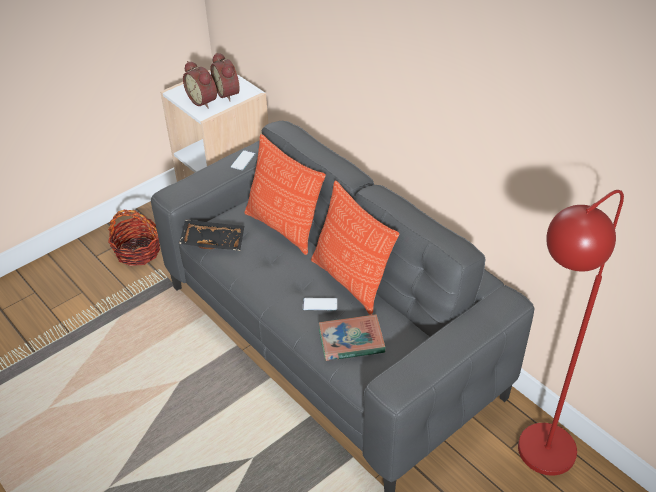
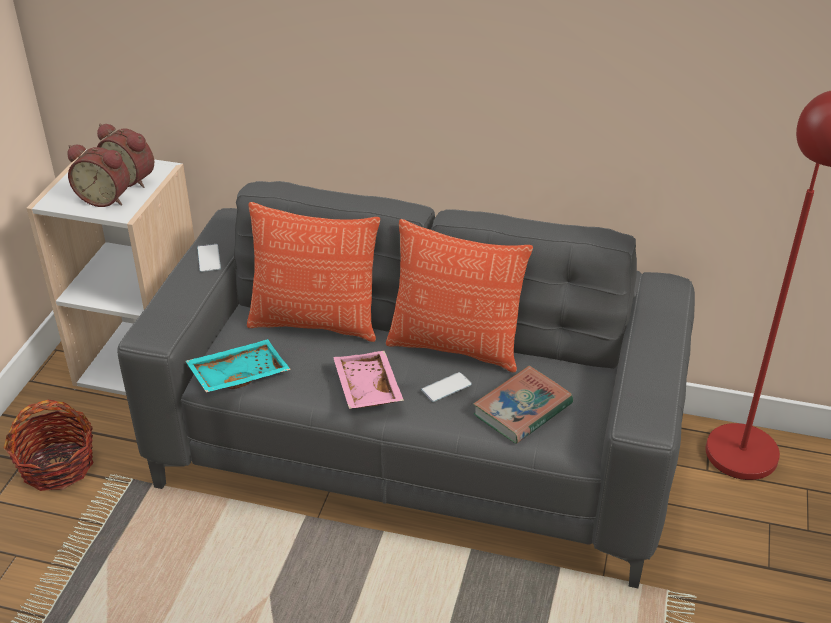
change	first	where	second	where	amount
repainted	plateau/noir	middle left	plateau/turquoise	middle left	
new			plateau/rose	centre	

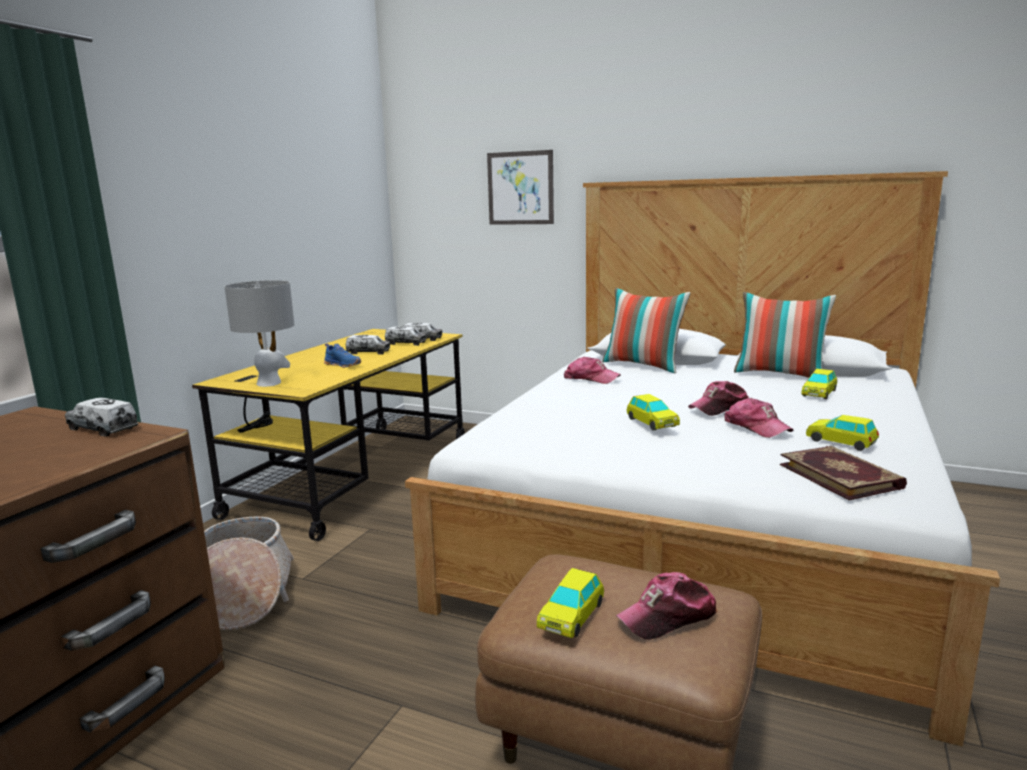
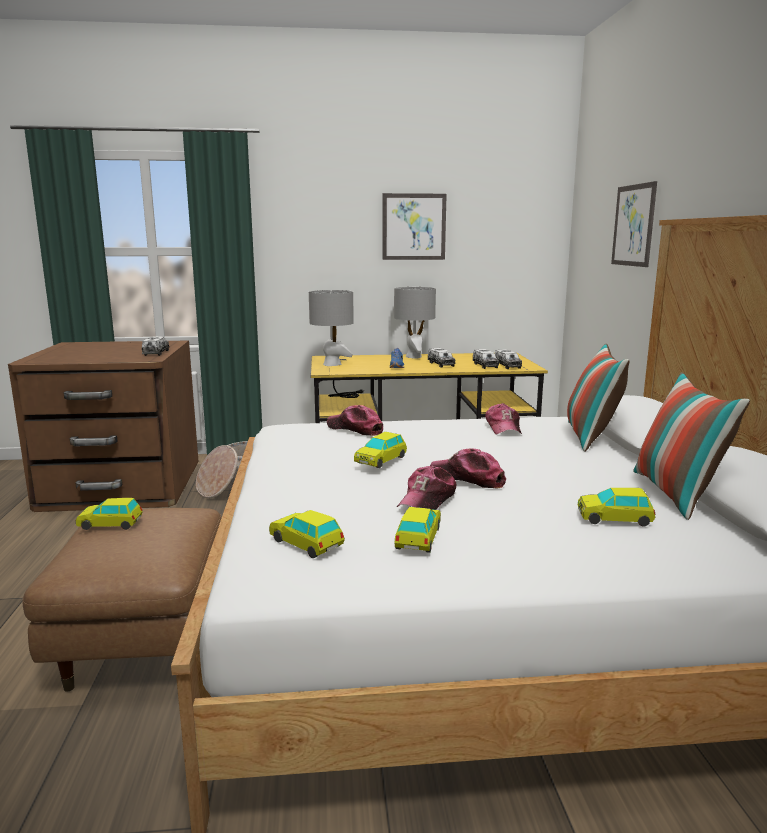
change	first	where	second	where	amount
swapped	livre	middle right	petite voiture (no. 2 from left)	centre	
shifted	casquette (no. 2 from left in the first image)	bottom centre	casquette (no. 1 from left)	centre	
new			tableau (no. 1 from left)	top centre	
new			lampe de table/gris (no. 2 from left)	centre	

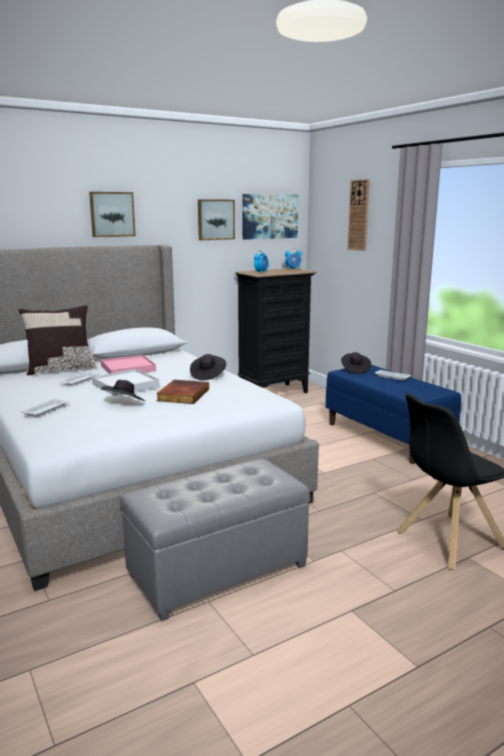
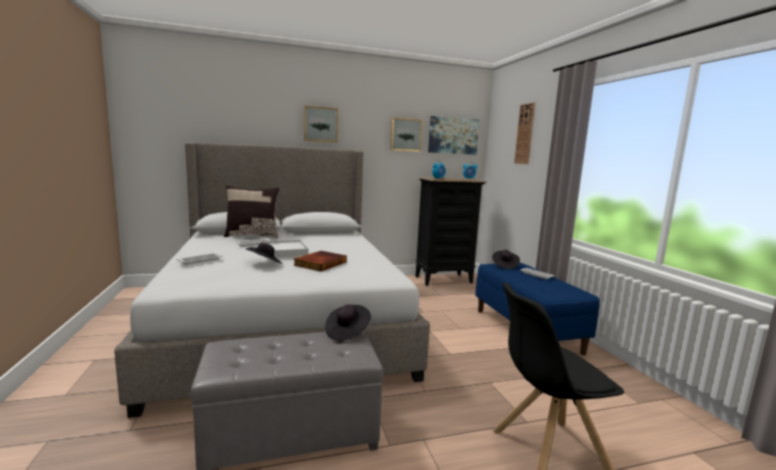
change	first	where	second	where	amount
shifted	chapeau/noir (no. 2 from left)	centre		bottom centre	
gone	plateau/rose	middle left			

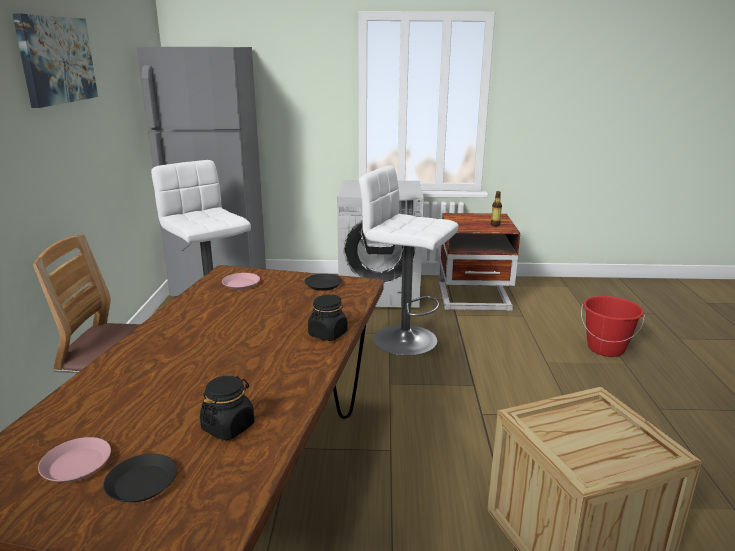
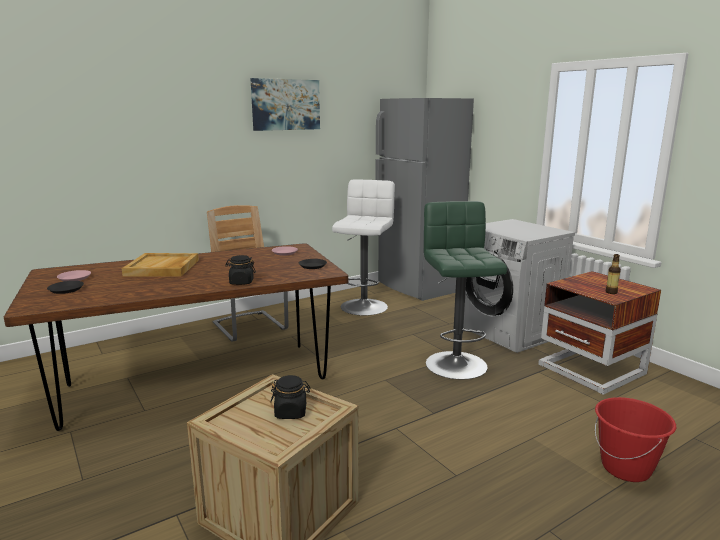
change	first	where	second	where	amount
new			plateau/beige	middle left	
shifted	bocal/noir (no. 1 from left in the first image)	bottom left	bocal/noir (no. 2 from left)	bottom centre	
repainted	tabouret/blanc (no. 2 from left)	centre	tabouret/vert	centre	

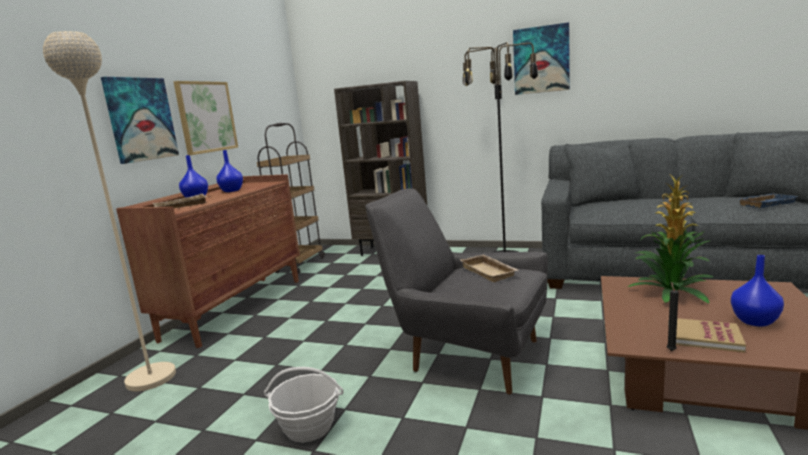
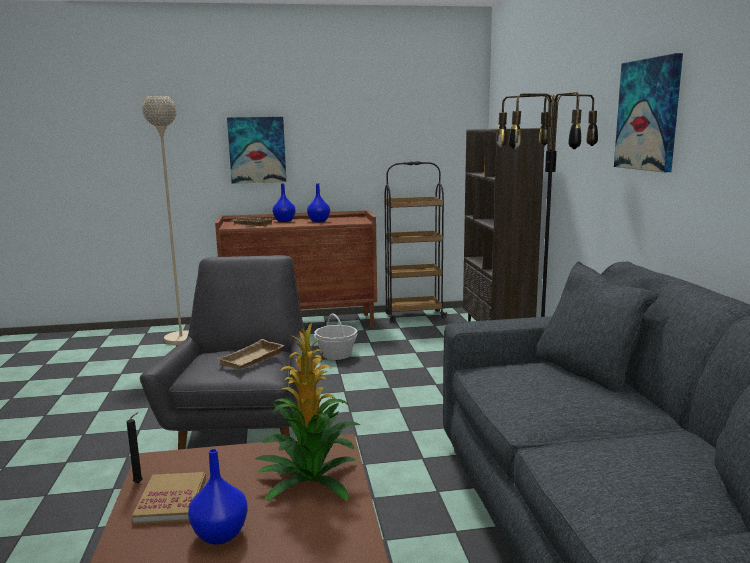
change	first	where	second	where	amount
shifted	panier	bottom centre		centre	
gone	tableau (no. 2 from left)	top left			
gone	plateau/bleu	middle right			

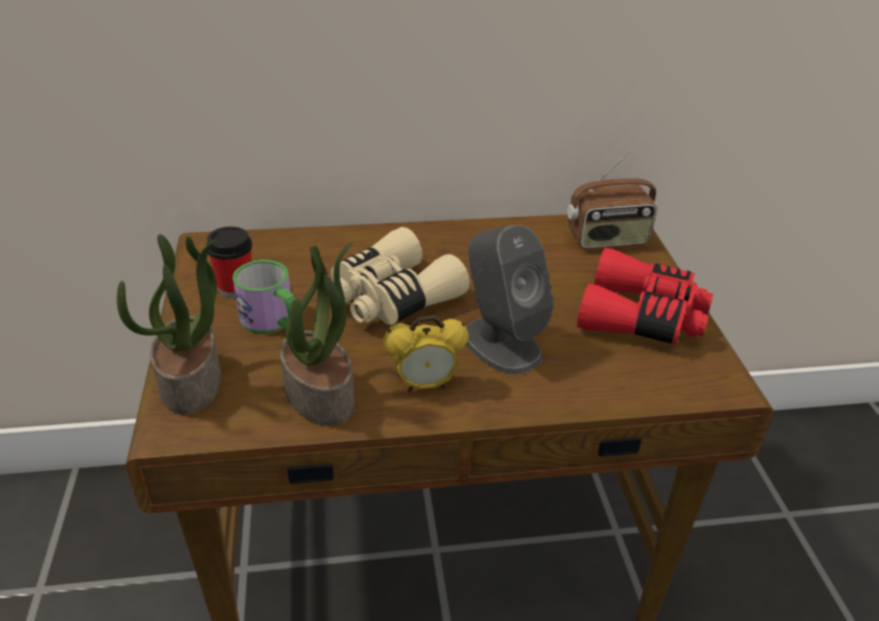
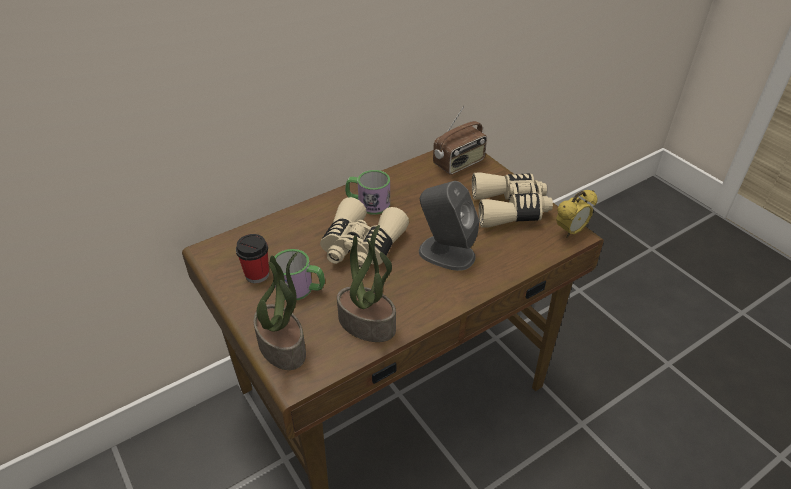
change	first	where	second	where	amount
new			mug (no. 2 from left)	centre	
repainted	jumelles/rouge	middle right	jumelles/beige (no. 2 from left)	centre	
shifted	réveil	centre		middle right	

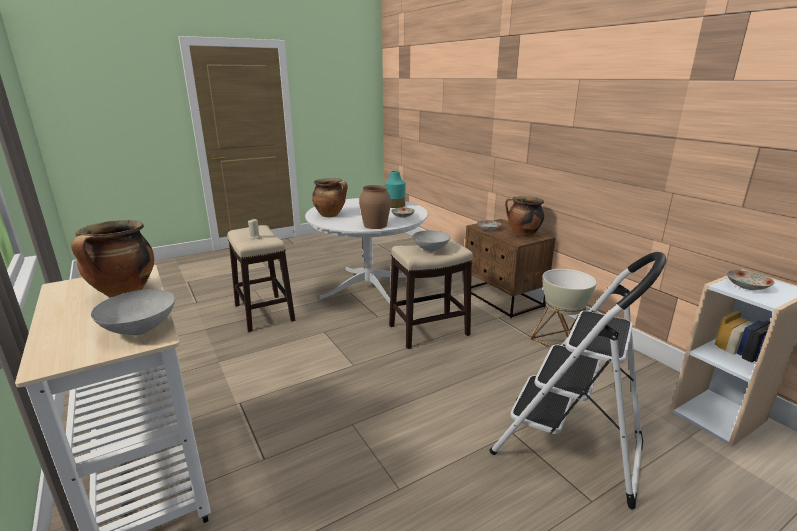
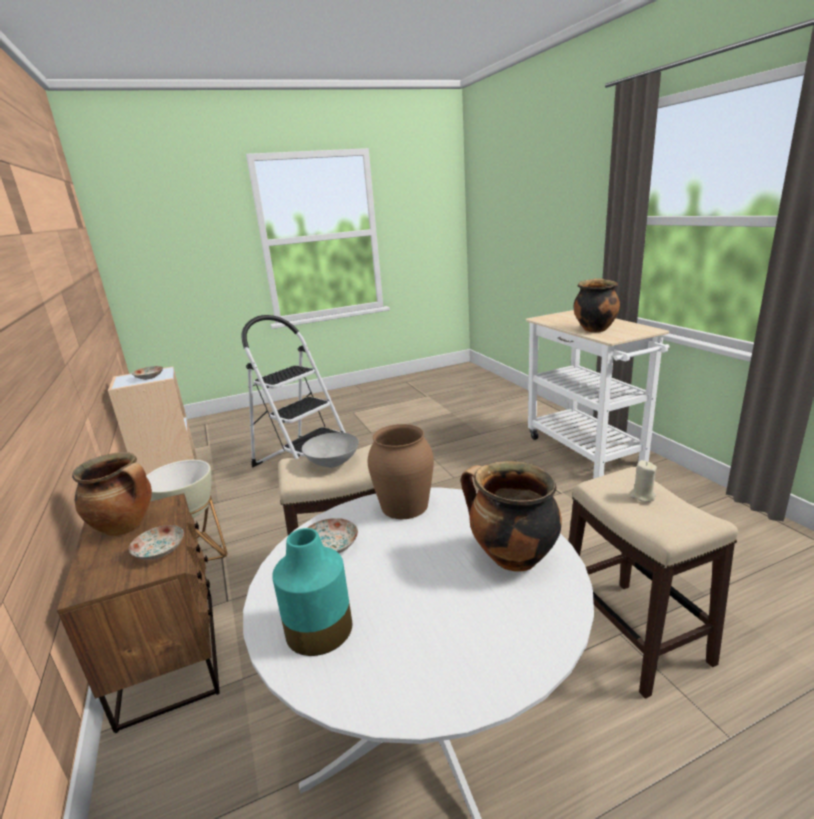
change	first	where	second	where	amount
gone	bol/gris (no. 1 from left)	middle left			

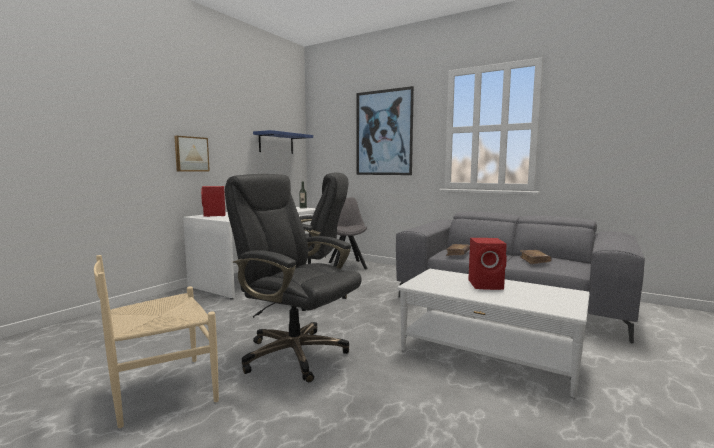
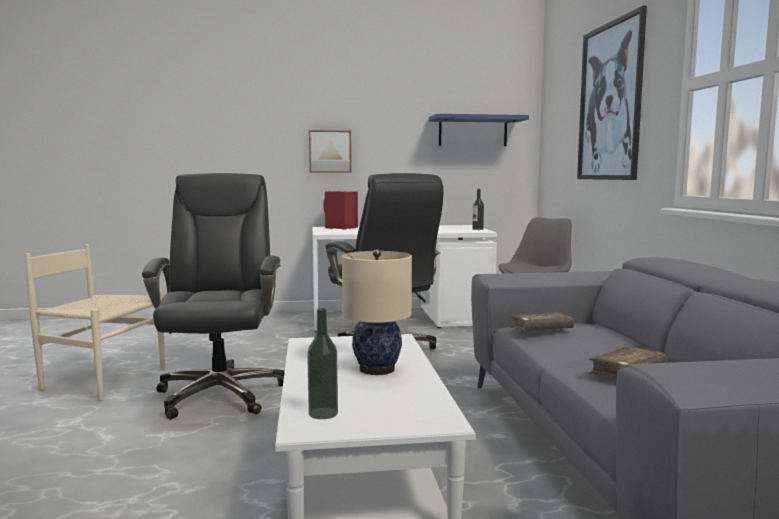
change	first	where	second	where	amount
new			bouteille (no. 1 from left)	bottom centre	
swapped	enceinte/rouge (no. 2 from left)	middle right	lampe de table/beige	centre	

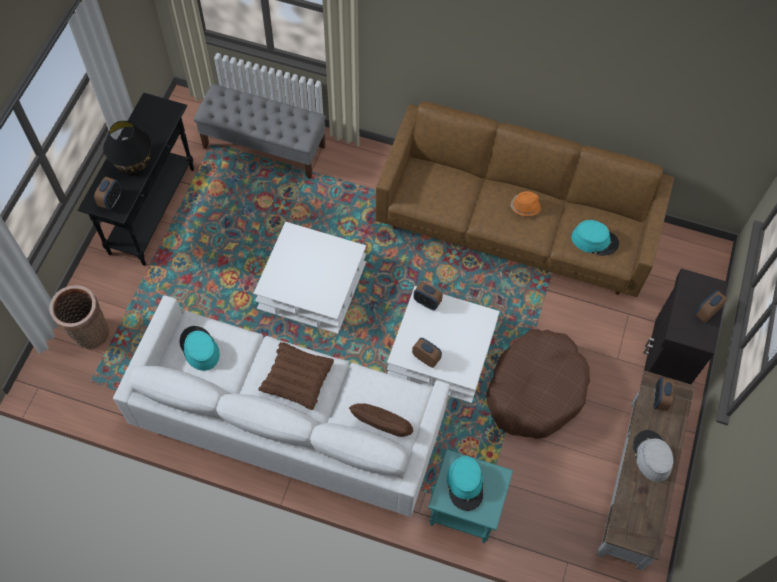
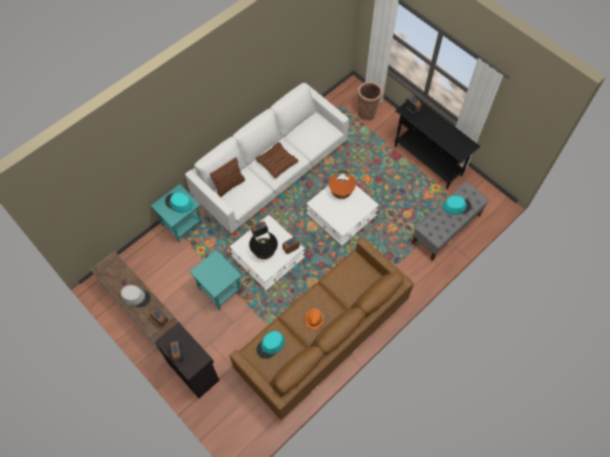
change	first	where	second	where	amount
swapped	panier pour chien/marron	middle right	table d'appoint/turquoise (no. 2 from left)	centre	
shifted	lampe de table/noir	top left		centre	
new			lampe de table/orange	centre	
shifted	chapeau/turquoise (no. 1 from left in the first image)	middle left	chapeau/turquoise (no. 3 from left)	middle right	

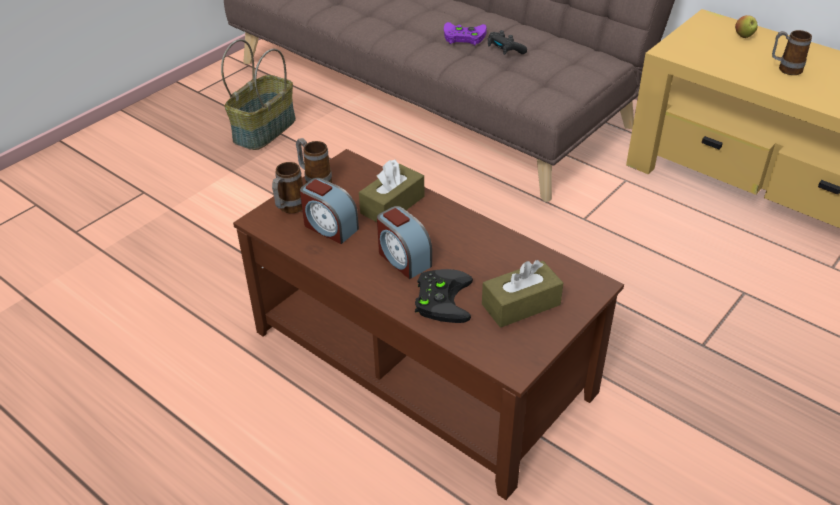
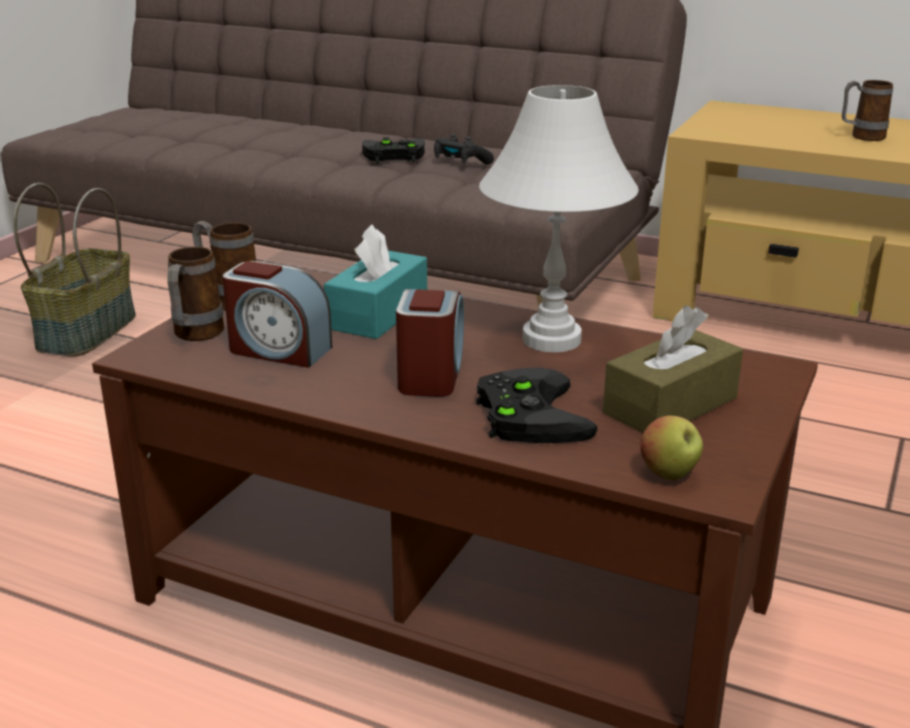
change	first	where	second	where	amount
repainted	boîte à mouchoirs/marron (no. 1 from left)	centre	boîte à mouchoirs/turquoise	centre	
repainted	manette/violet	top centre	manette/noir (no. 1 from left)	top centre	
rotated	réveil (no. 2 from left)	centre		centre	120 degrees counterclockwise
new			lampe de table/blanc	top centre	
shifted	pomme	top right		middle right	

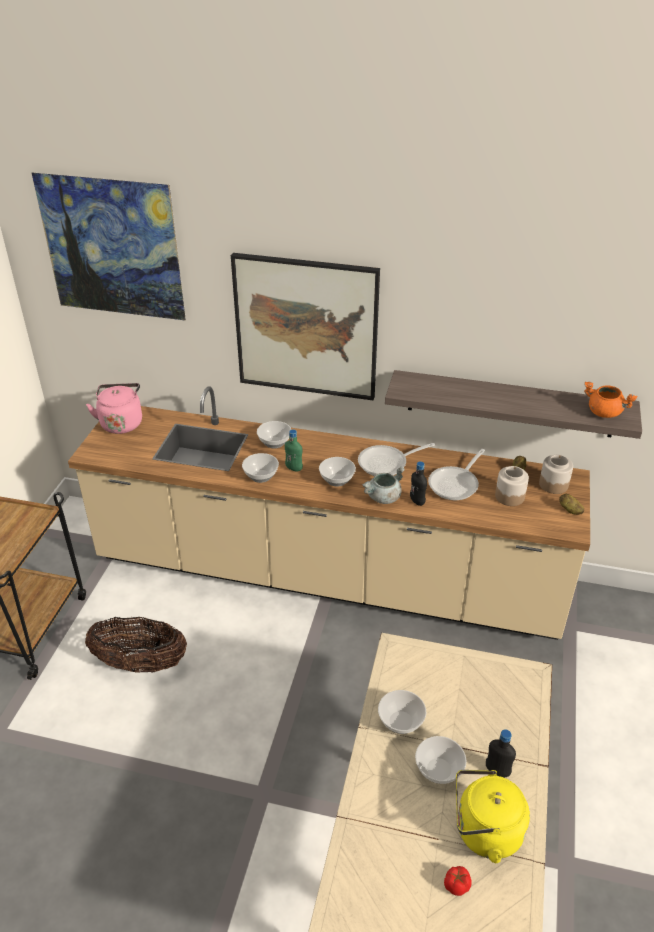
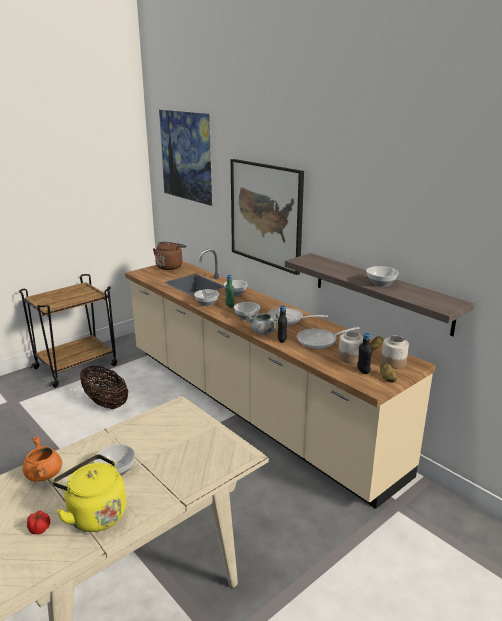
change	first	where	second	where	amount
shifted	marmite/orange	middle right		bottom left	
repainted	bouilloire/rose	middle left	bouilloire/marron	centre	
shifted	bouteille/noir (no. 2 from left)	bottom right		middle right	
shifted	bol (no. 4 from left in the first image)	bottom centre	bol (no. 5 from left)	middle right	

